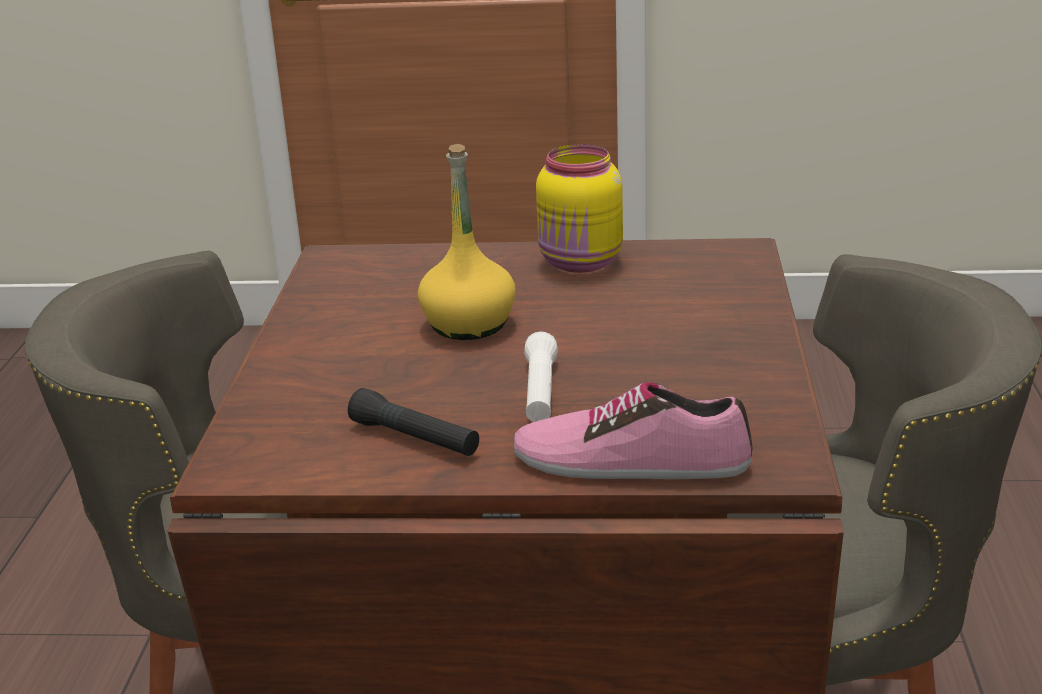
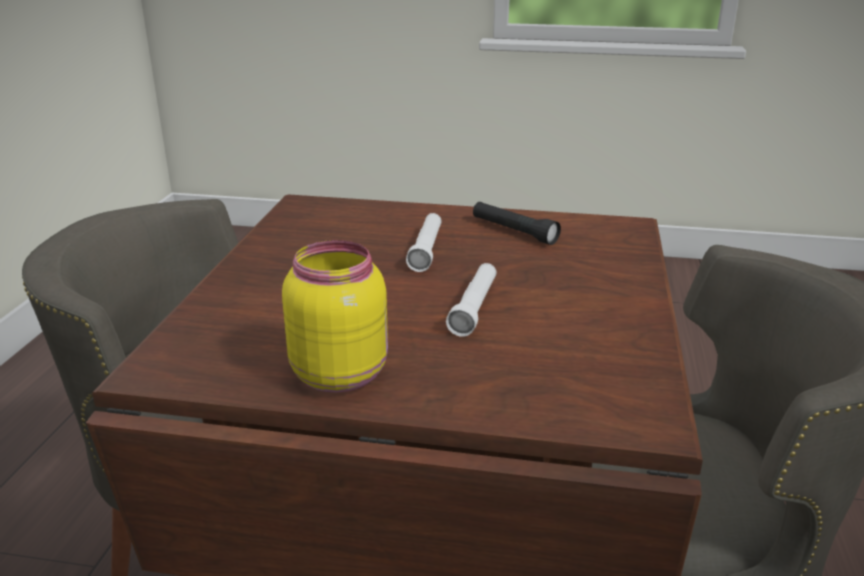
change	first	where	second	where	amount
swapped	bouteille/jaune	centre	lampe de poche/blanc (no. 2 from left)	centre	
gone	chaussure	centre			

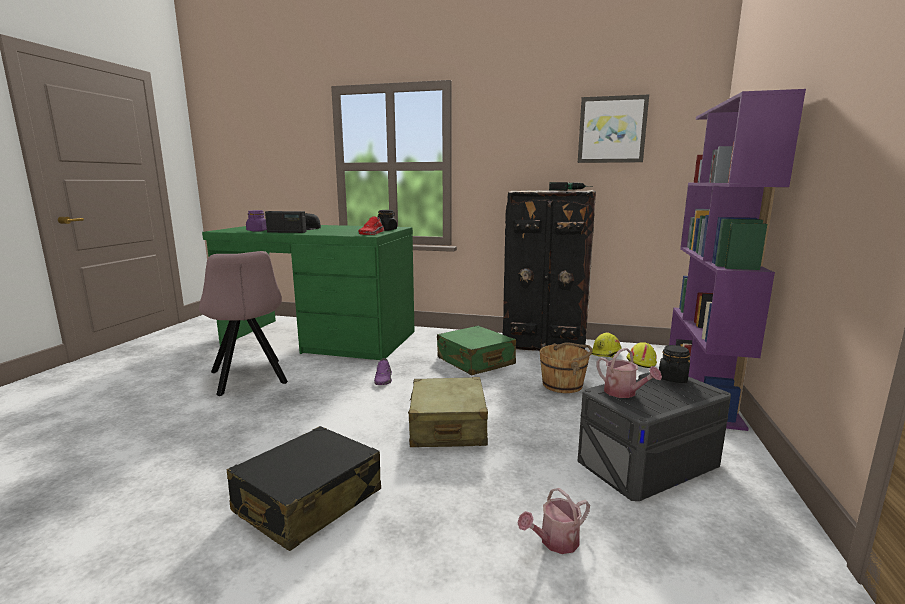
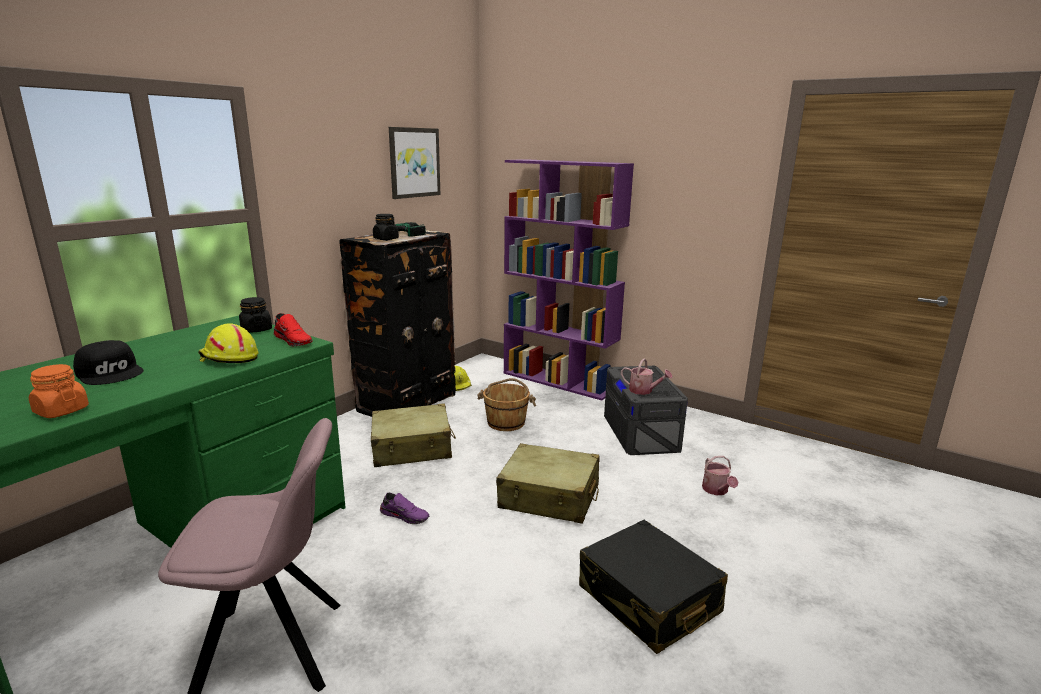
change	first	where	second	where	amount
repainted	bocal/violet	middle left	bocal/orange	middle left	
shifted	casque de chantier/jaune (no. 2 from left in the first image)	middle right	casque de chantier/jaune (no. 1 from left)	middle left	
repainted	valise/vert	centre	valise/beige (no. 1 from left)	centre	
shifted	bocal/noir (no. 2 from left)	middle right		top centre	
rotated	arrosoir (no. 2 from left in the first image)	middle right	arrosoir (no. 1 from left)	centre	45 degrees clockwise
gone	radio	middle left			

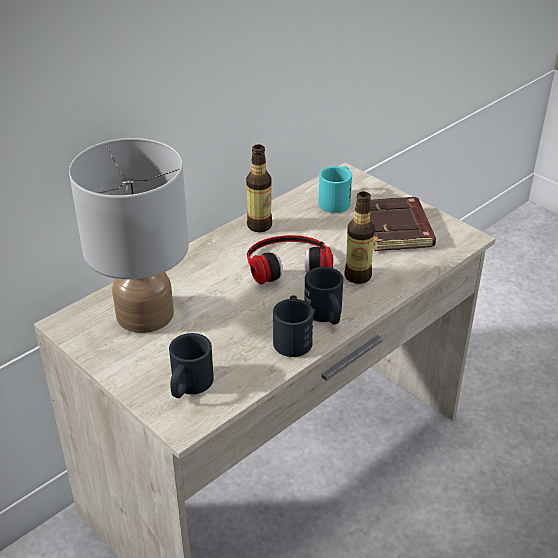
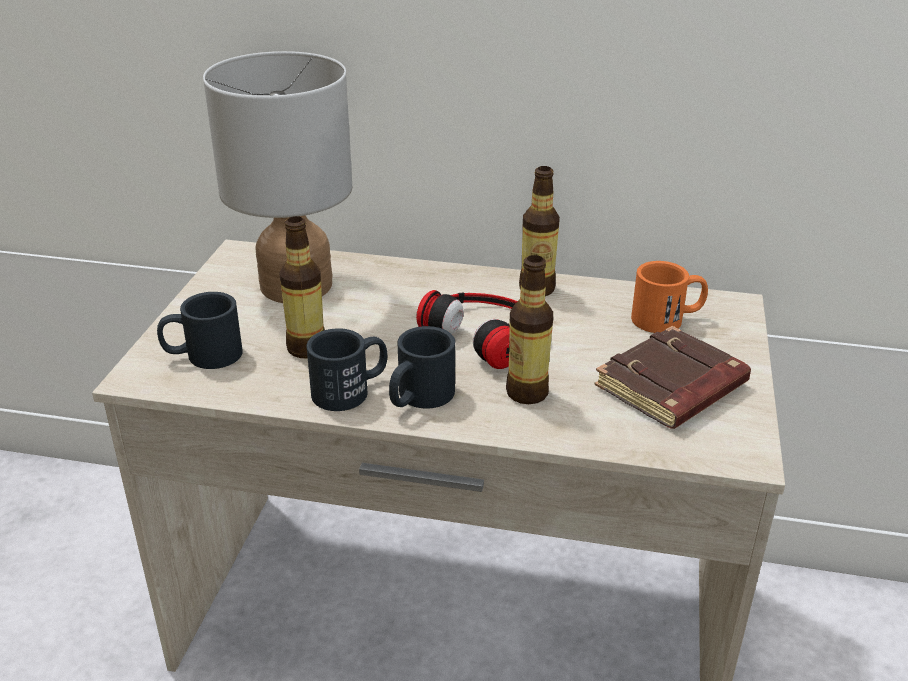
change	first	where	second	where	amount
new			bouteille (no. 1 from left)	middle left	
repainted	mug/turquoise	centre	mug/orange	middle right	

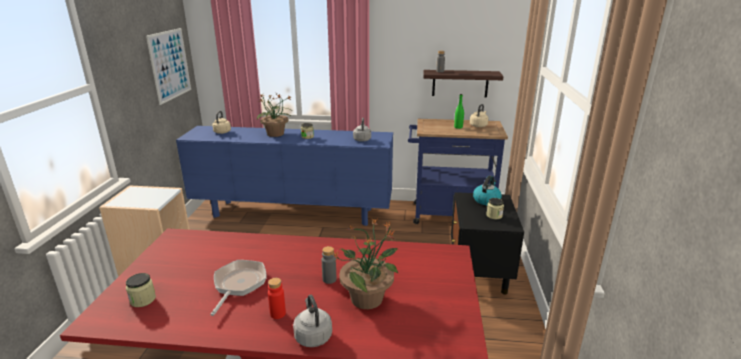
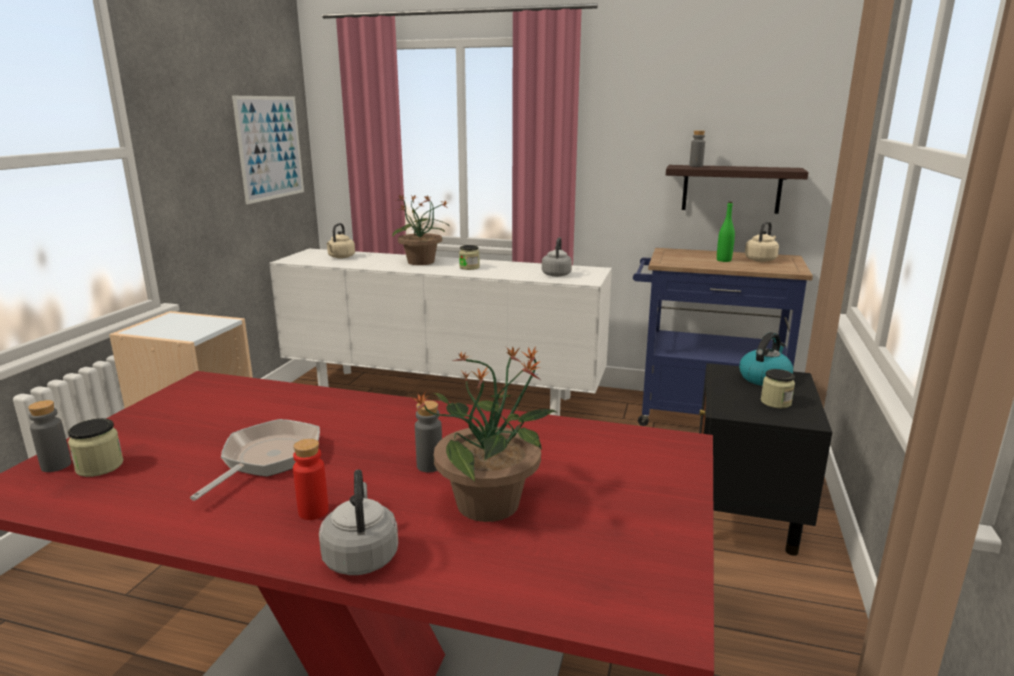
change	first	where	second	where	amount
new			bouteille/gris (no. 1 from left)	middle left	
repainted	meuble de rangement/bleu	centre	meuble de rangement/blanc	centre	

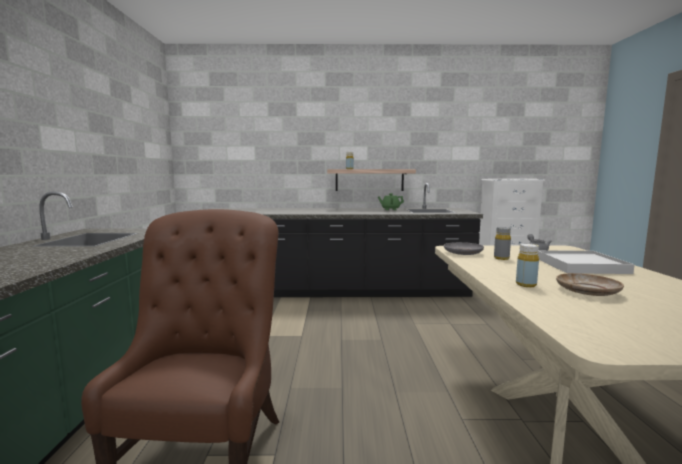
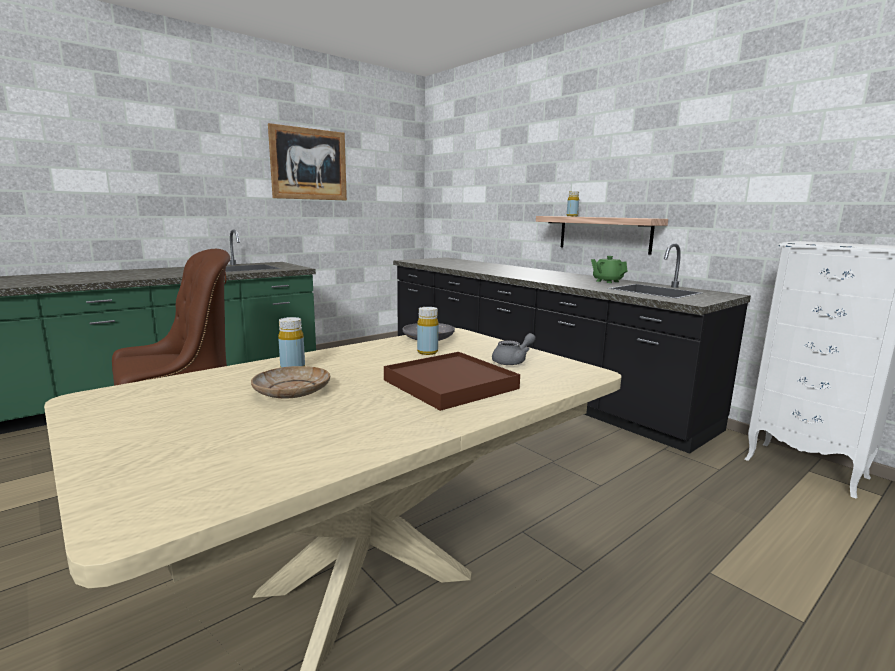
change	first	where	second	where	amount
new			tableau	top centre	
repainted	plateau/blanc	middle right	plateau/marron	centre	
repainted	bouteille/gris	middle right	bouteille/jaune (no. 2 from left)	centre	

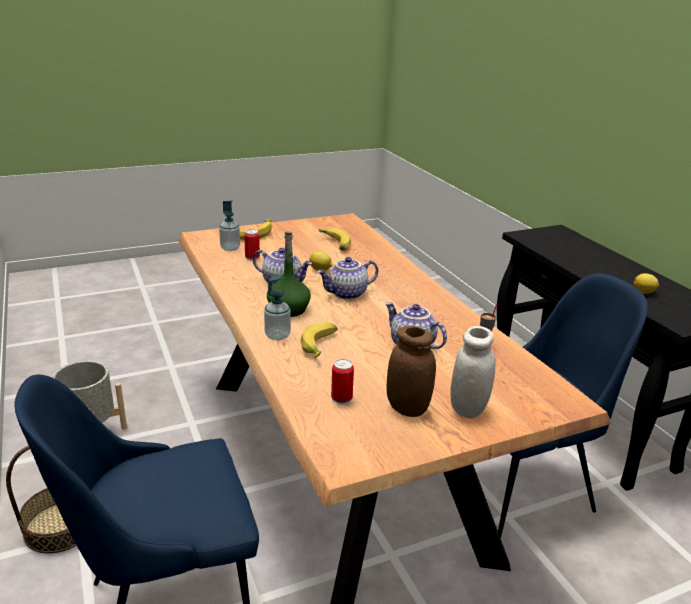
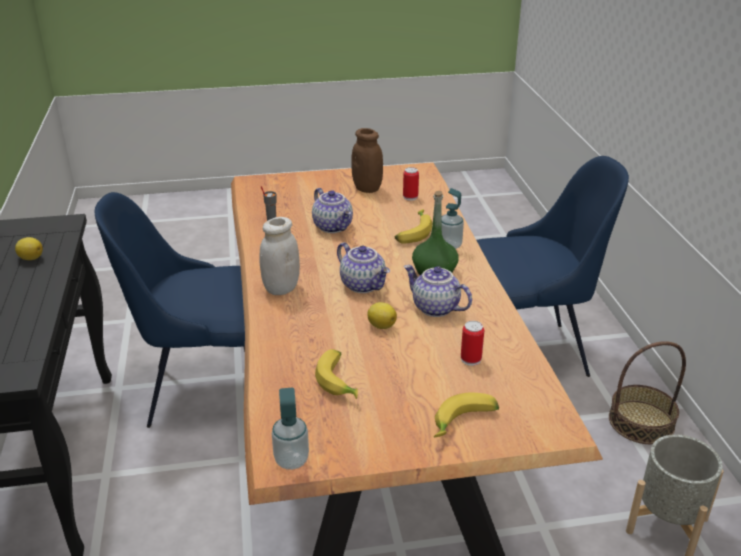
change	first	where	second	where	amount
shifted	bocal/blanc	middle right		centre	
shifted	distributeur de savon (no. 1 from left)	middle left		bottom centre	
rotated	théière (no. 2 from left)	centre		centre	60 degrees clockwise

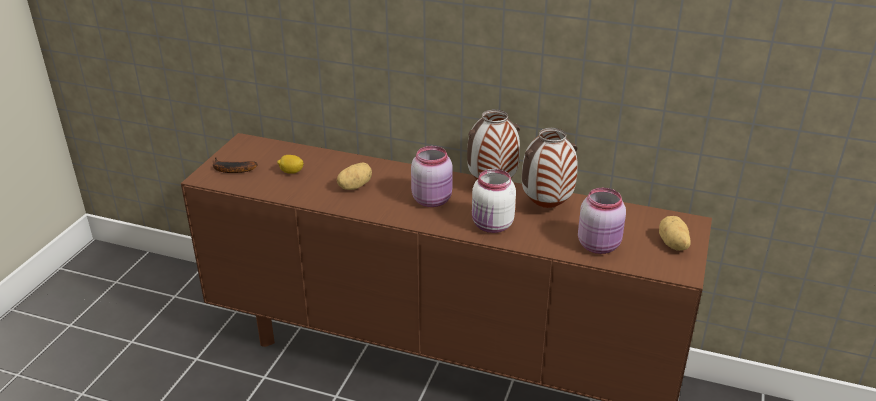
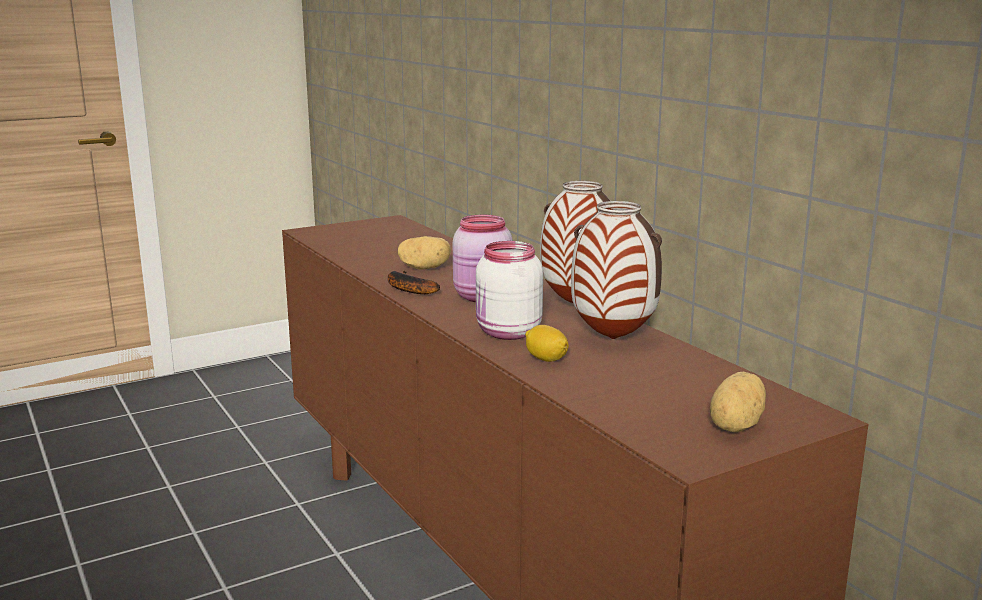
change	first	where	second	where	amount
shifted	banane	middle left		centre	
shifted	citron	middle left		centre	
gone	bocal/rose (no. 2 from left)	middle right			

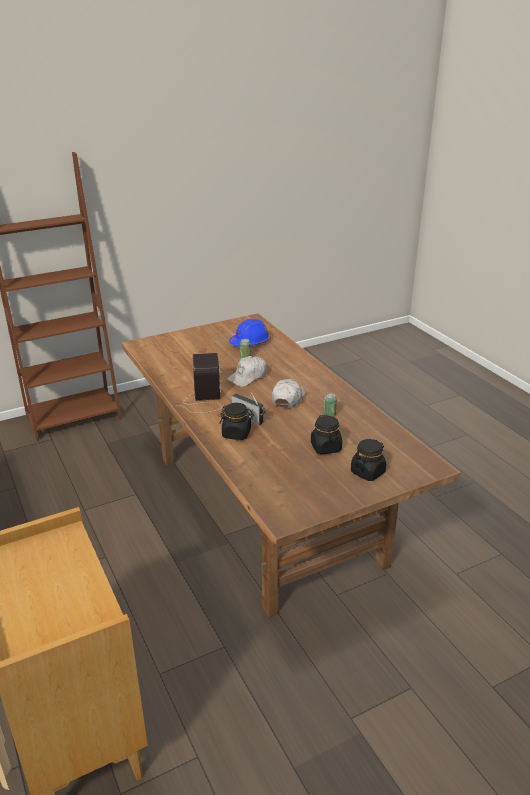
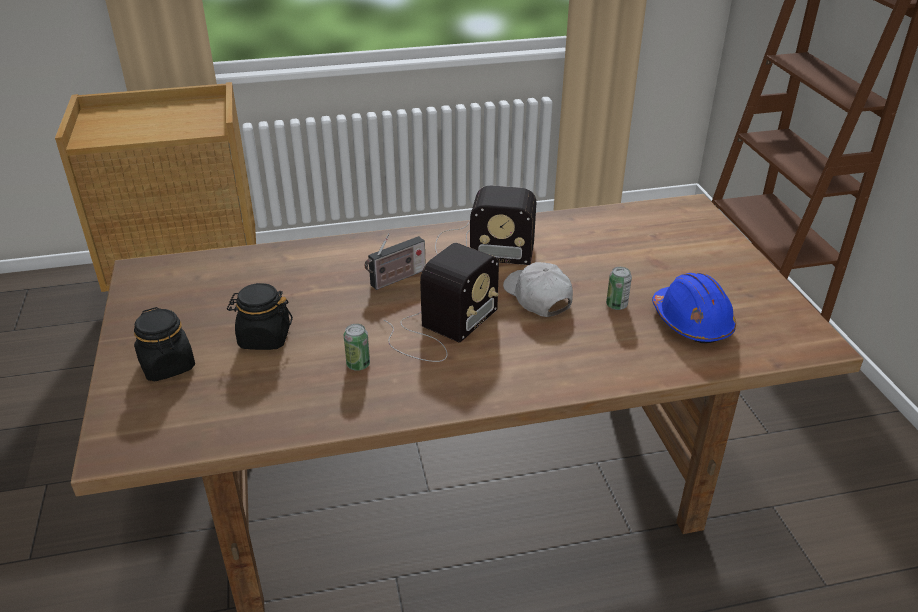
change	first	where	second	where	amount
swapped	casquette/blanc (no. 2 from left)	centre	radio (no. 2 from left)	centre	
gone	bocal/noir (no. 1 from left)	centre			

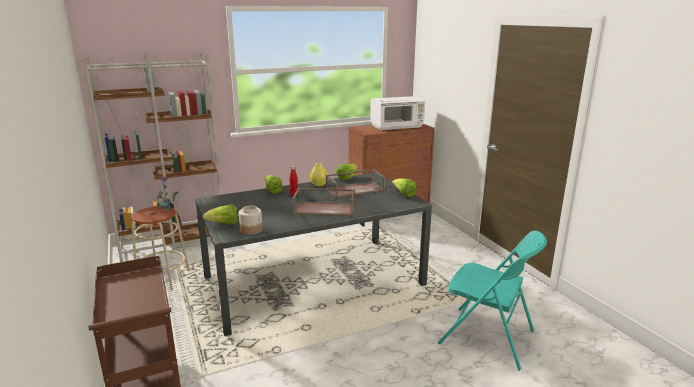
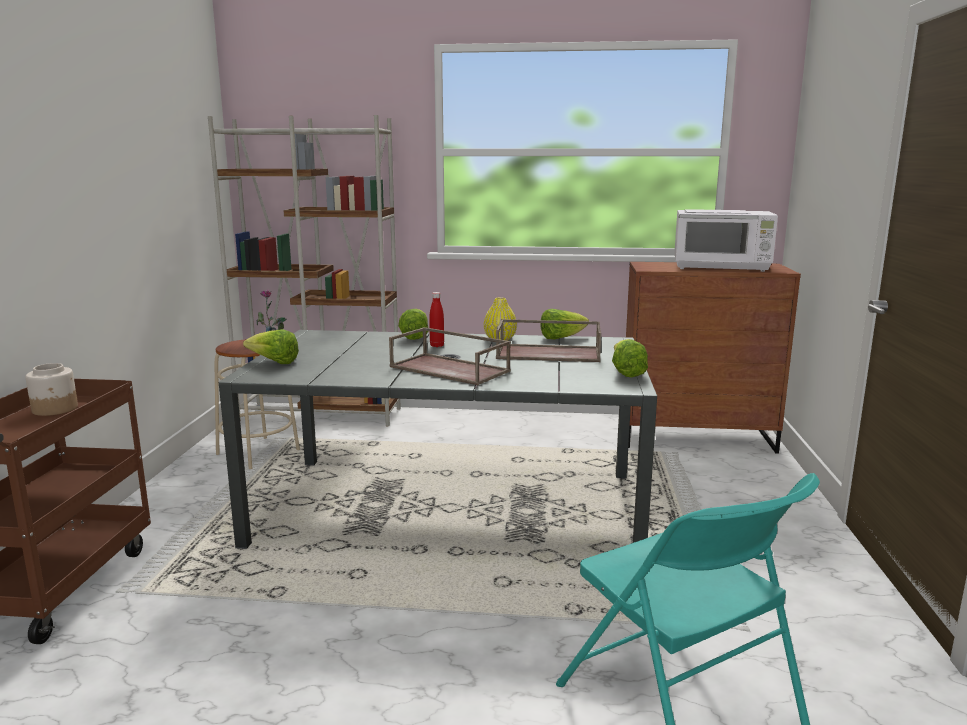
change	first	where	second	where	amount
shifted	bocal	centre		middle left	

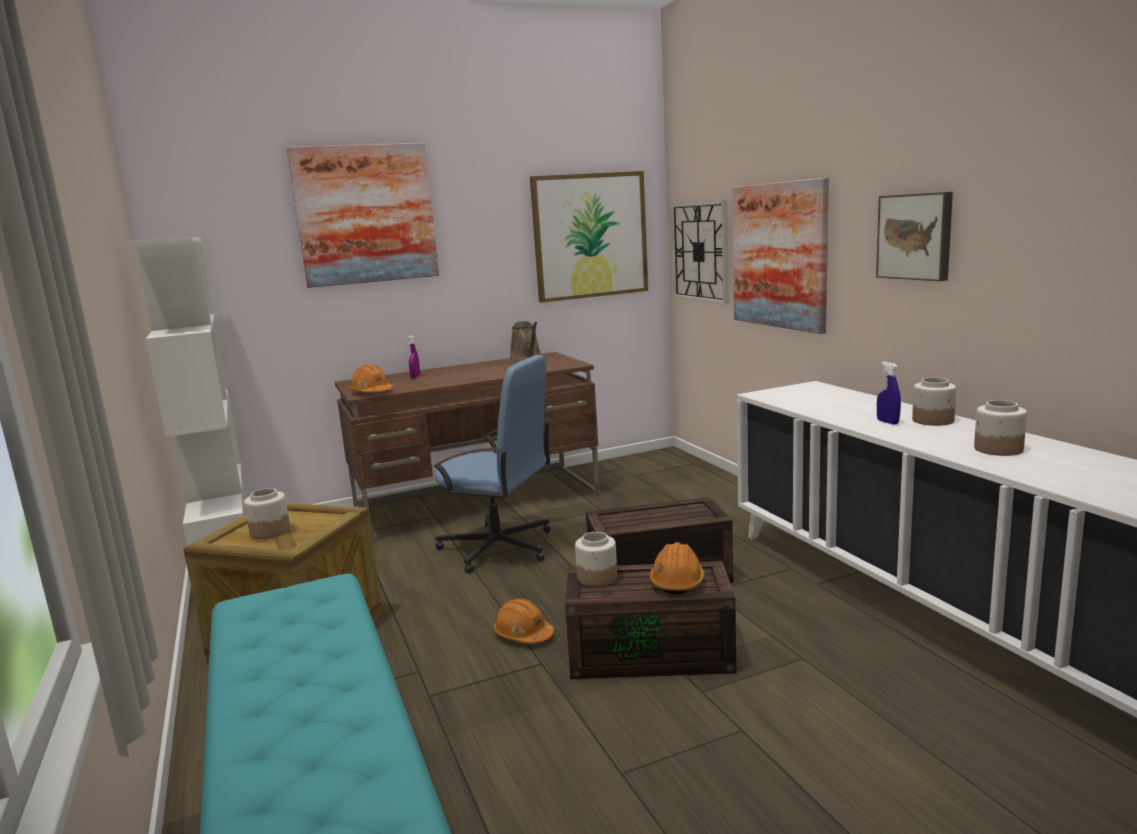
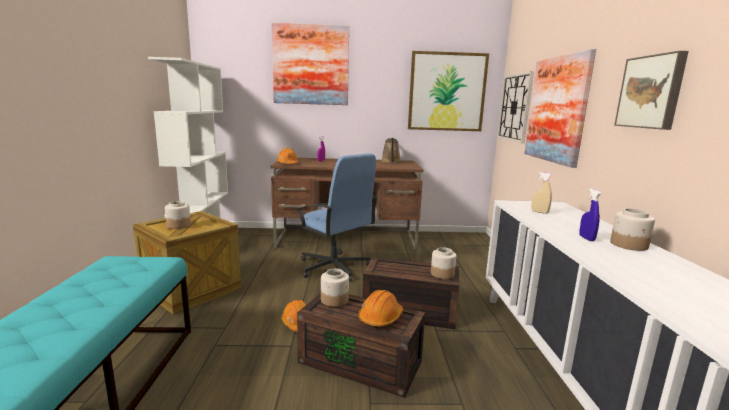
change	first	where	second	where	amount
shifted	bocal (no. 4 from left in the first image)	middle right	bocal (no. 3 from left)	centre	
new			vaporisateur/beige	middle right	

